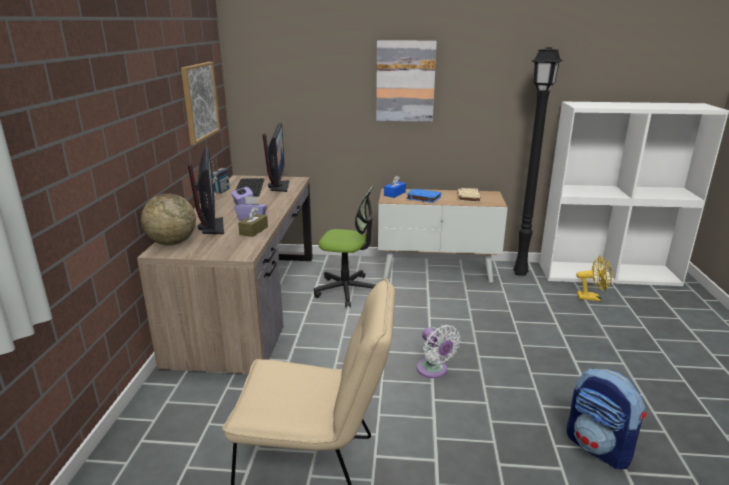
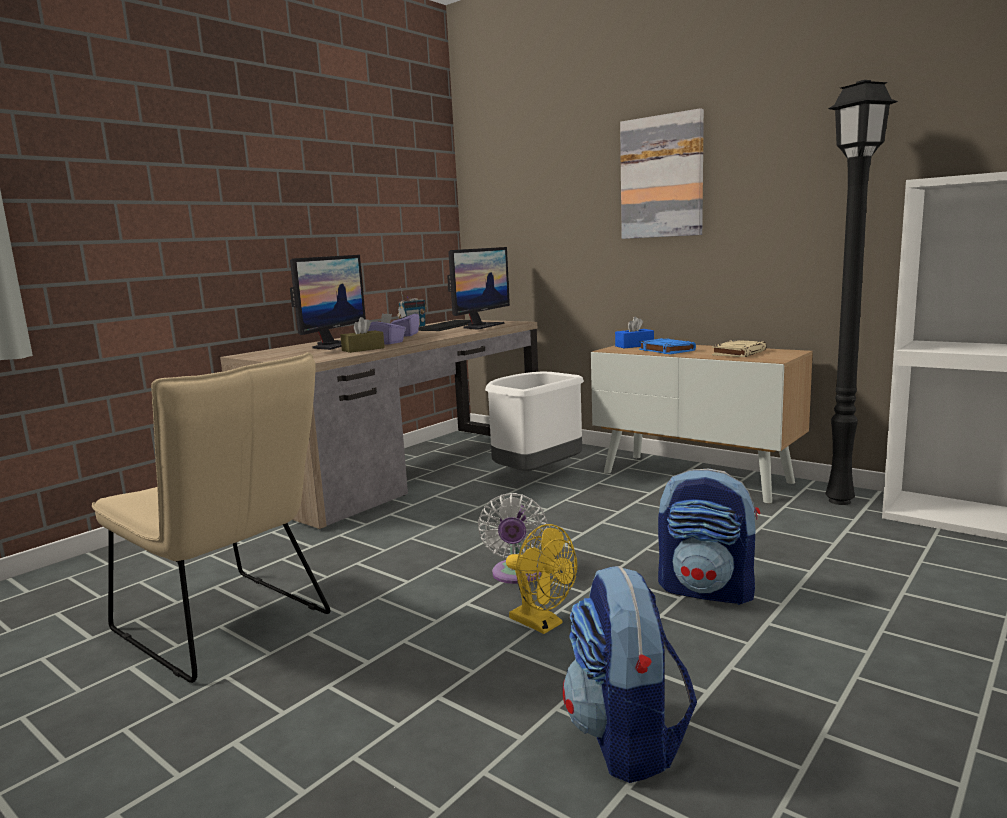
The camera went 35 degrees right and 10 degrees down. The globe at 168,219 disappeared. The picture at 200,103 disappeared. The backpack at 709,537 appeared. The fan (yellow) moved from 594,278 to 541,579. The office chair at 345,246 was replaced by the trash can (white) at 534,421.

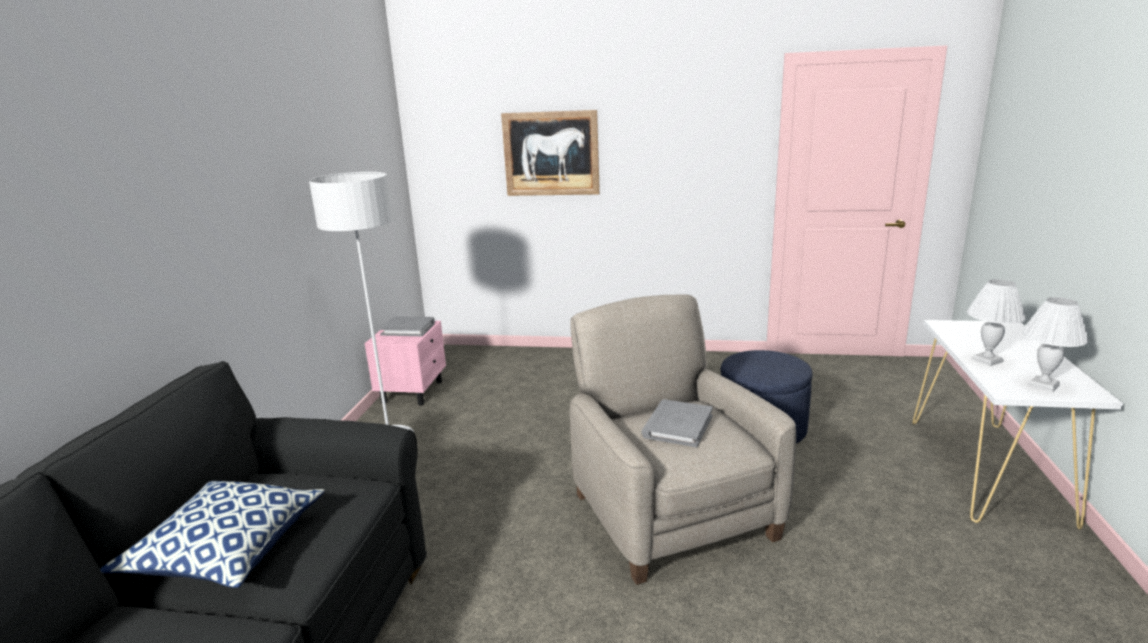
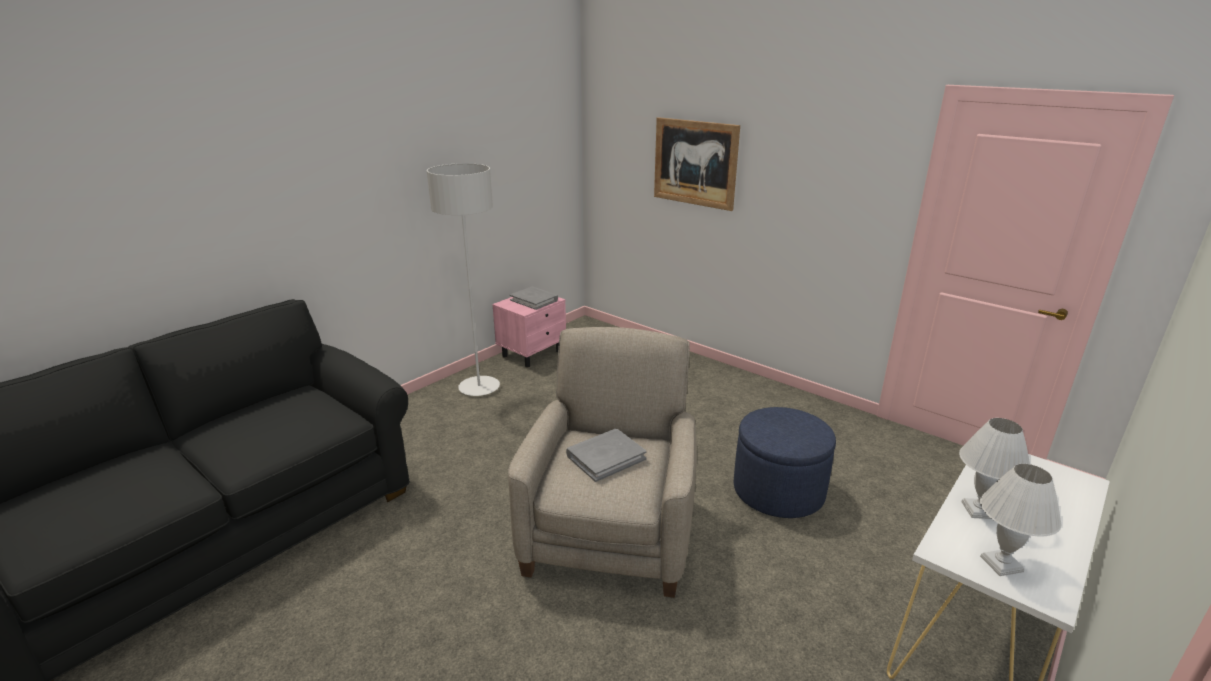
The camera went 30 degrees right and 5 degrees up. The pillow at 212,534 disappeared.

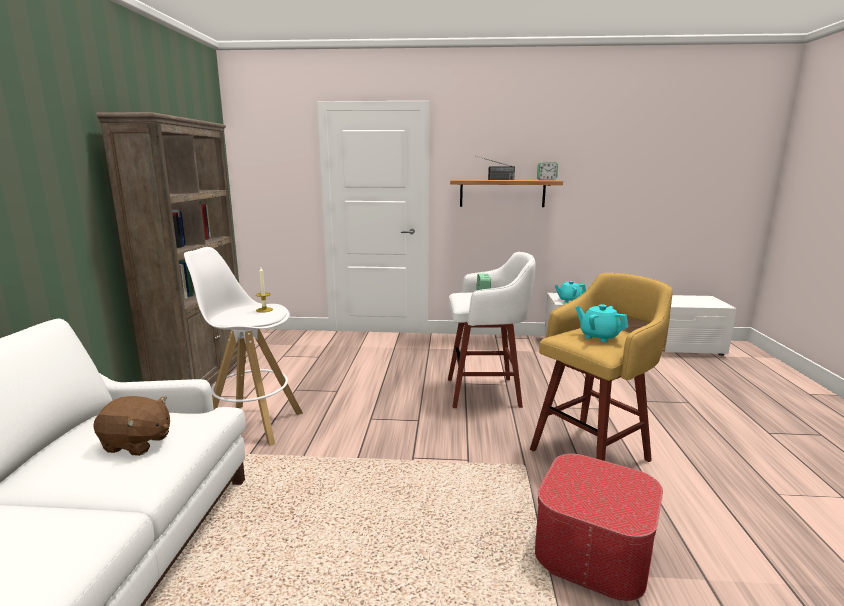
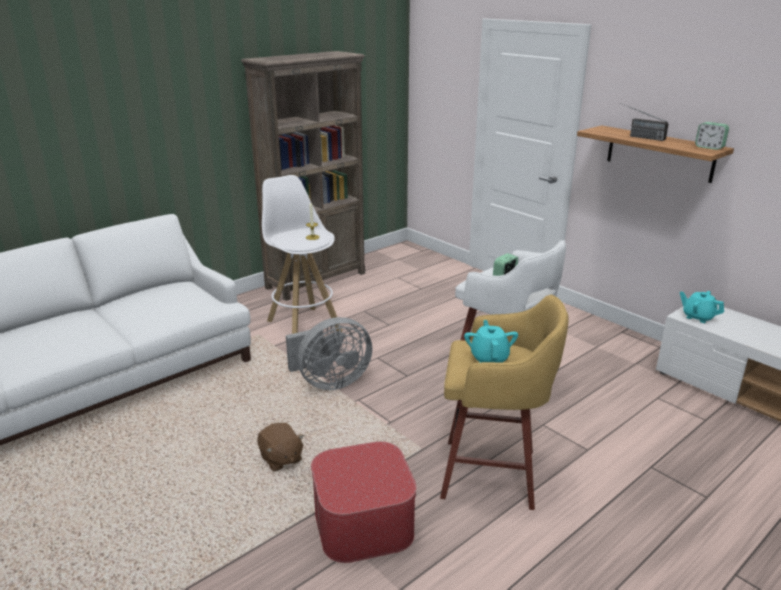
The camera went 45 degrees right and 10 degrees up. The fan (grey) at 329,353 appeared. The plush toy (brown) moved from 131,426 to 280,447.

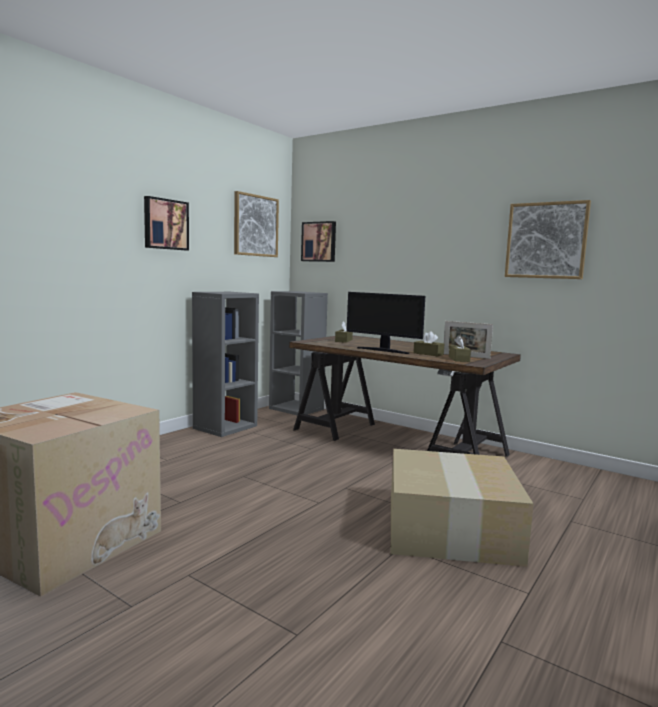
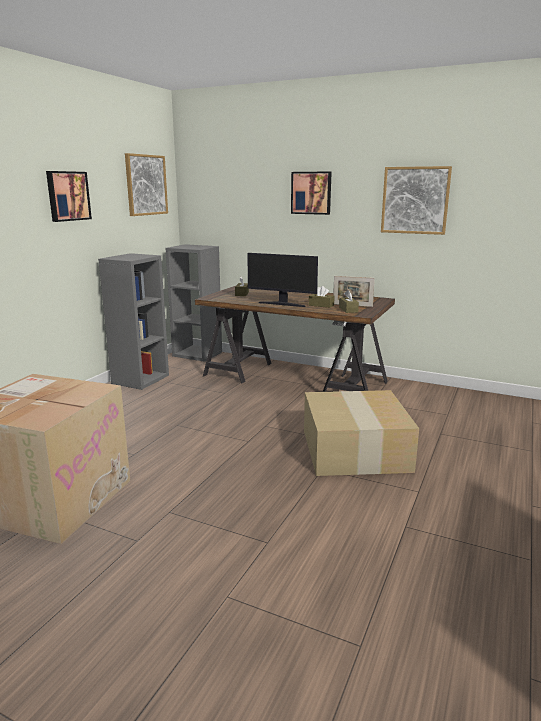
The camera went 10 degrees left and 10 degrees up. The picture moved from 318,241 to 311,193.

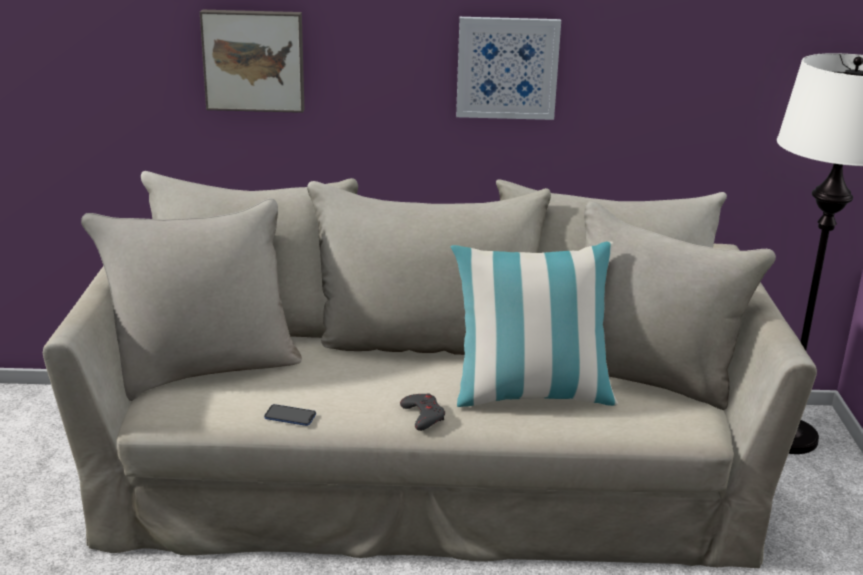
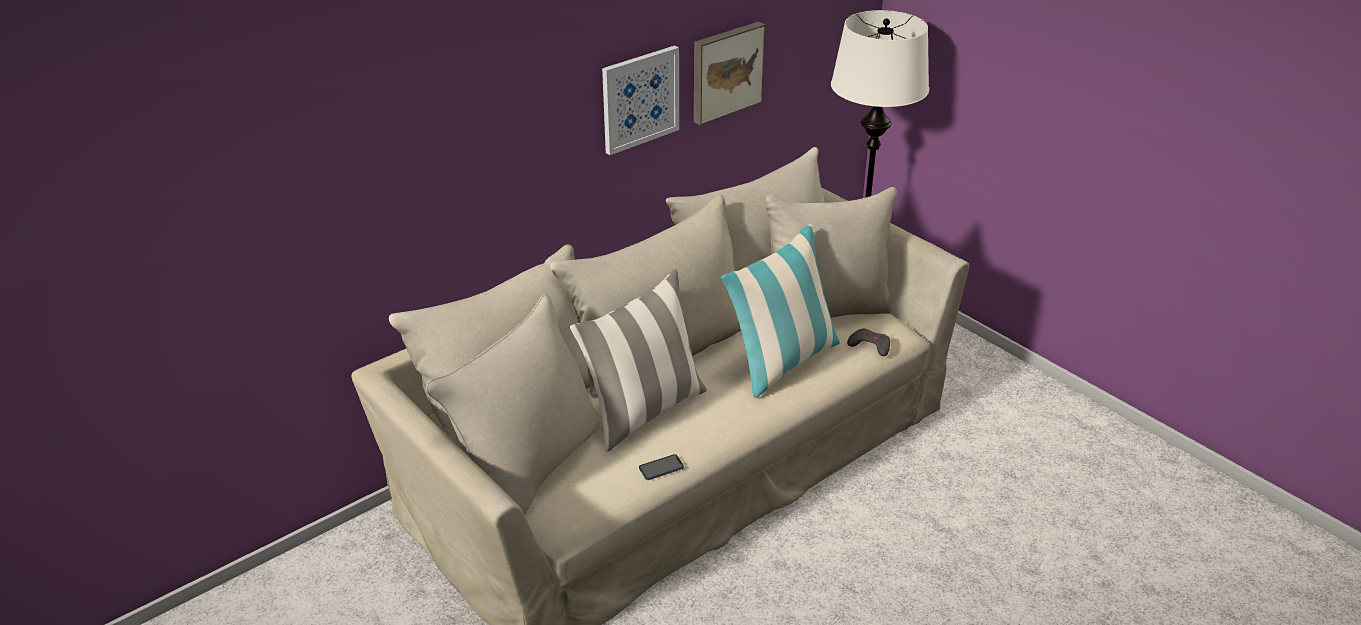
The camera went 40 degrees left and 10 degrees up. The pillow at 638,360 appeared. The picture moved from 252,61 to 730,73. The game controller (grey) moved from 422,412 to 868,342.

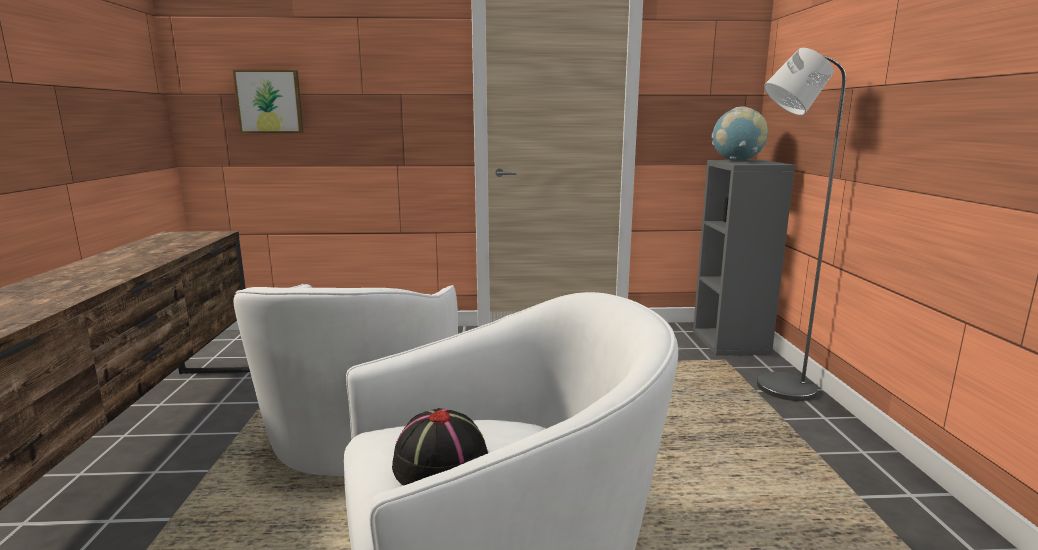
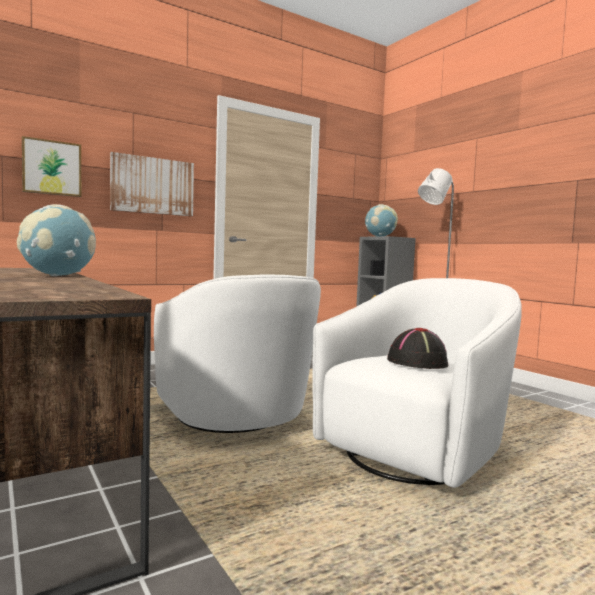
The camera went 30 degrees left and 10 degrees down. The globe at 56,240 appeared. The picture at 152,184 appeared.

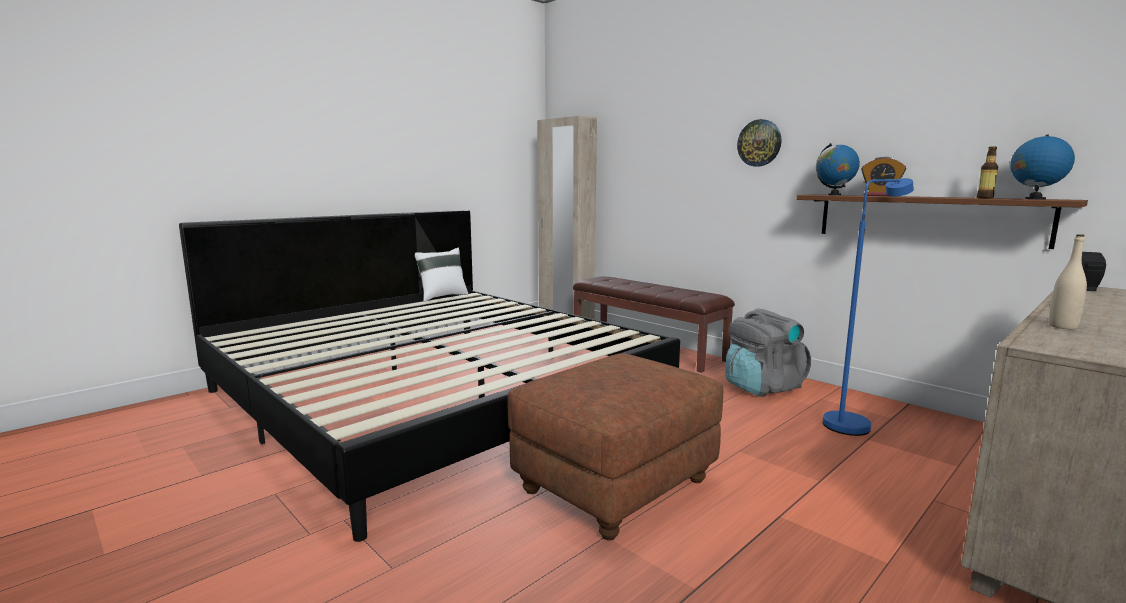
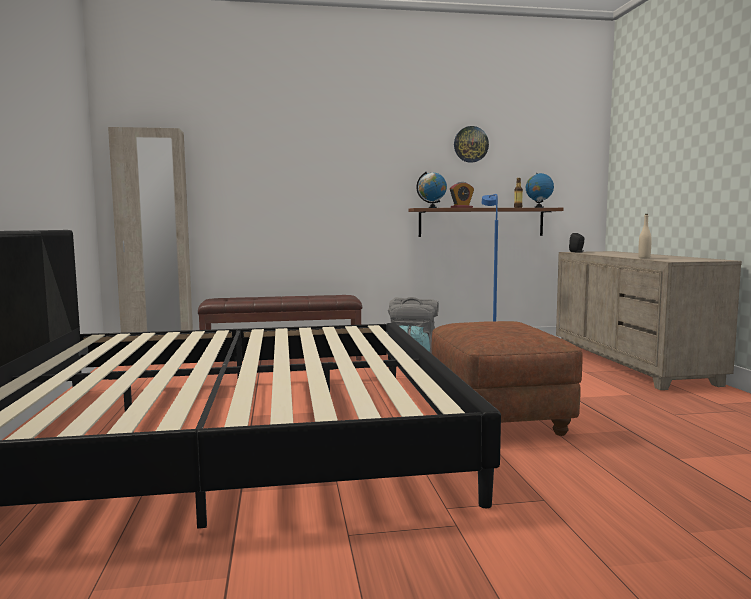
The camera went 55 degrees left and 5 degrees down. The pillow (white) at 442,275 disappeared. The wall clock moved from 759,143 to 471,144.

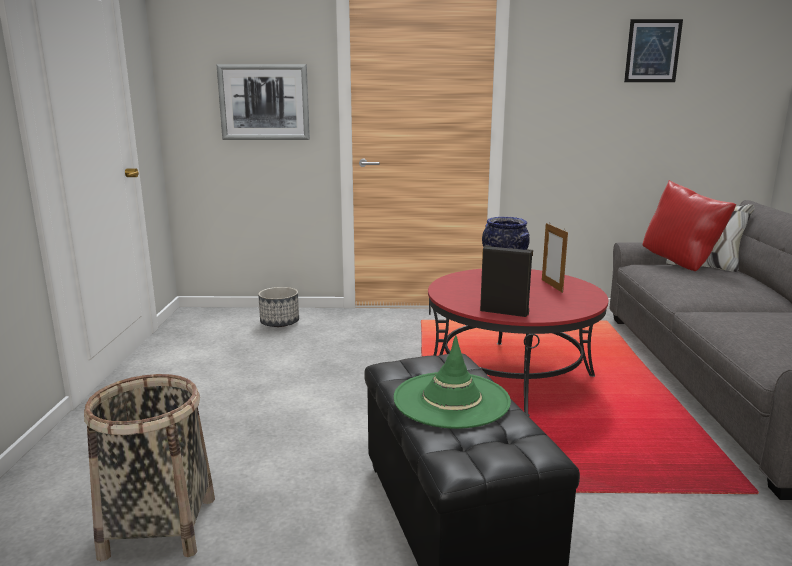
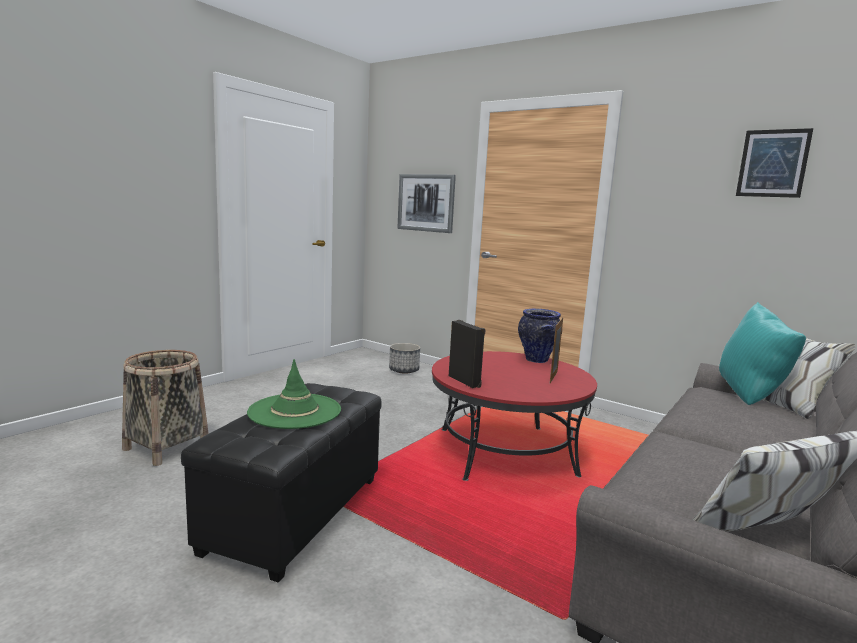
The camera went 35 degrees right and 5 degrees down. The pillow (red) at 689,225 became the pillow (turquoise) at 762,353.

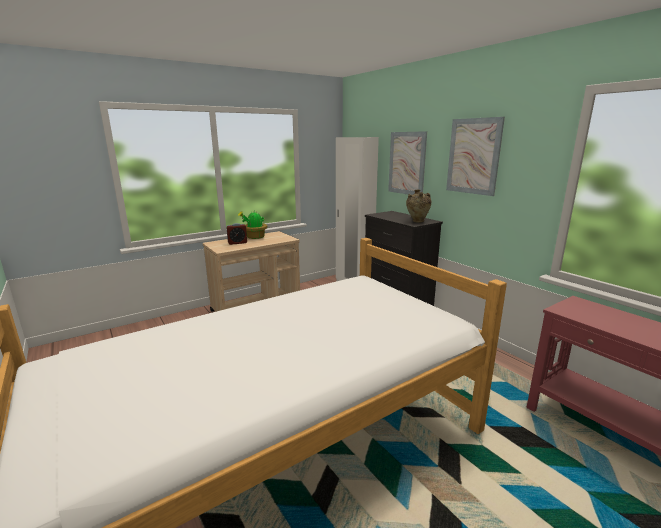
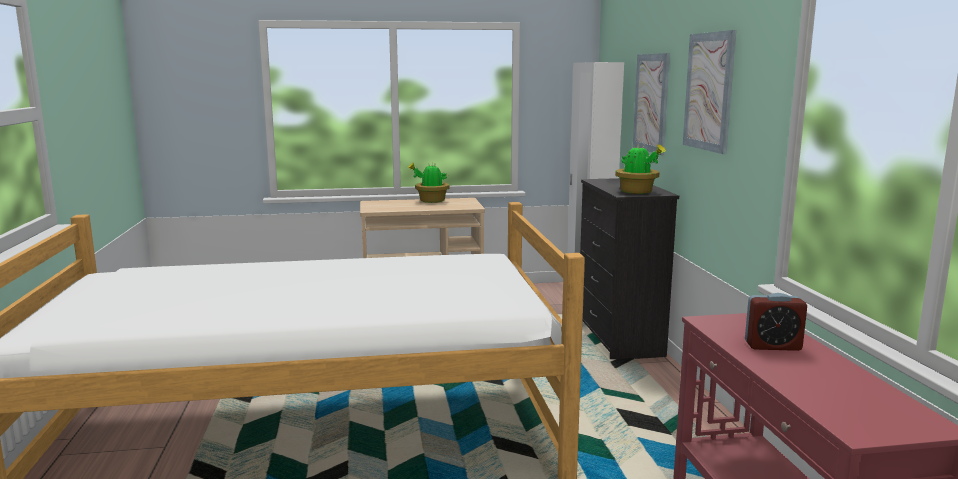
The camera went 25 degrees right and 5 degrees down. The alarm clock moved from 236,234 to 776,322. The vase (beige) at 418,206 was replaced by the potted plant at 640,169.

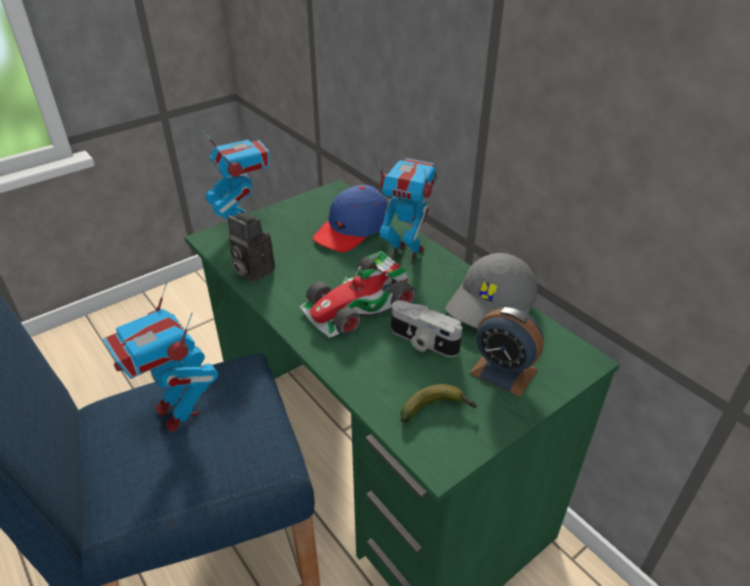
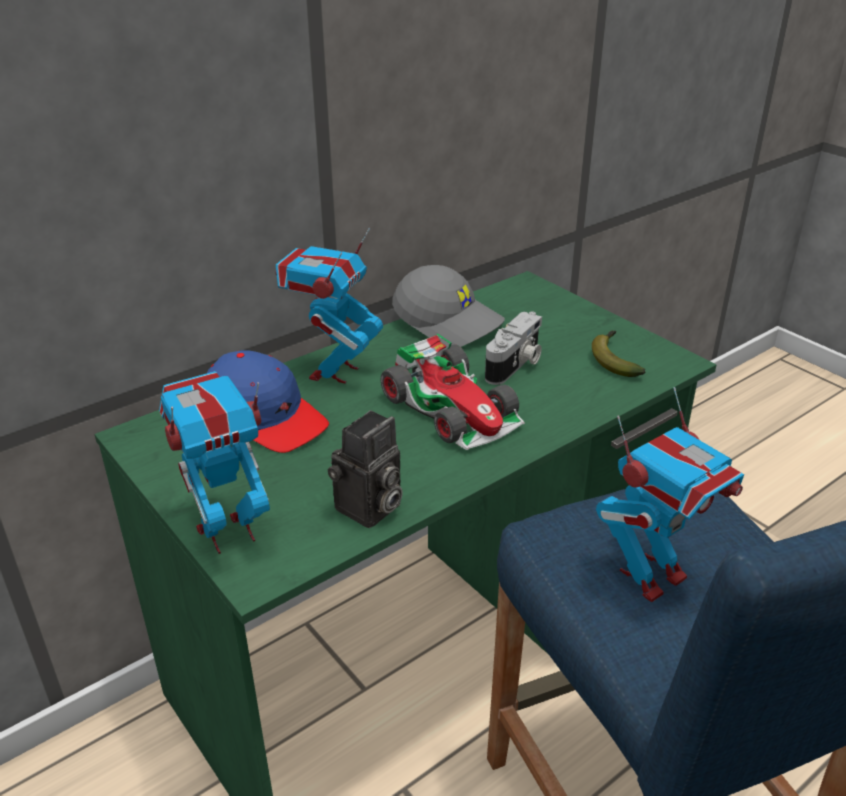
The camera went 90 degrees left and 5 degrees down. The alarm clock at 506,352 disappeared.

